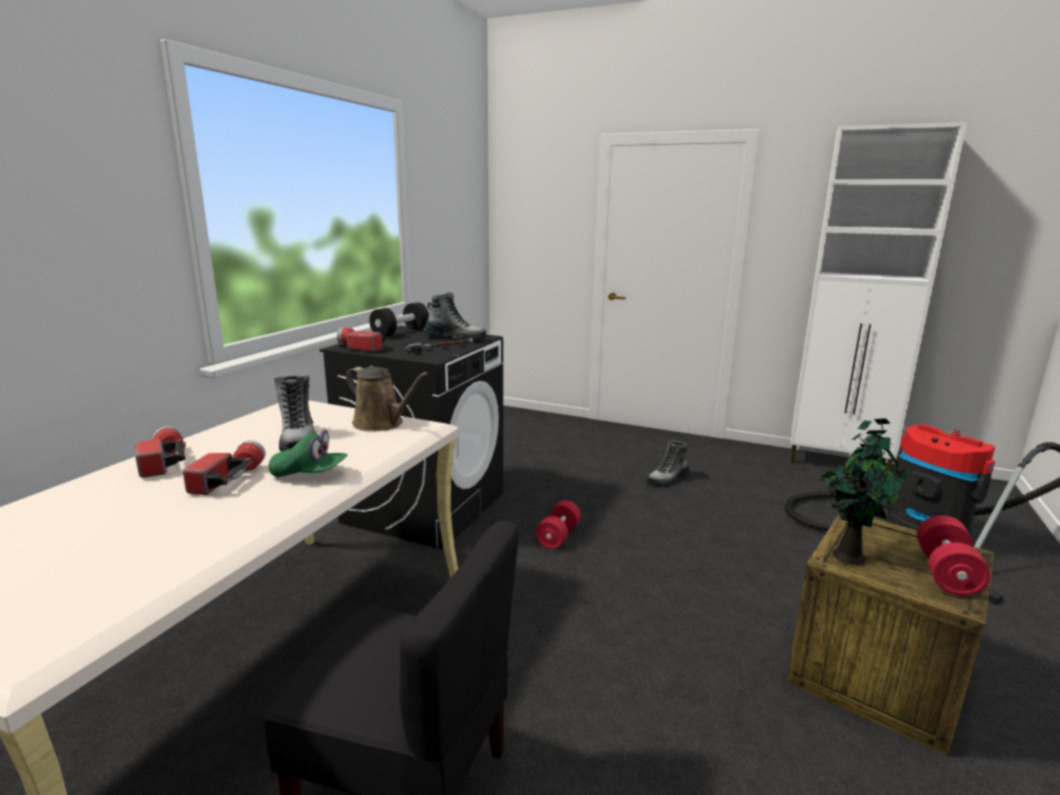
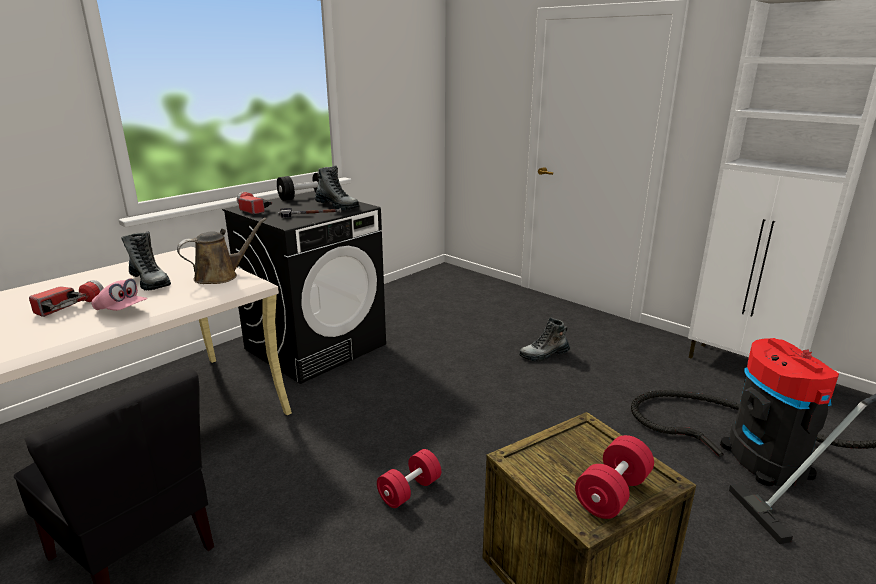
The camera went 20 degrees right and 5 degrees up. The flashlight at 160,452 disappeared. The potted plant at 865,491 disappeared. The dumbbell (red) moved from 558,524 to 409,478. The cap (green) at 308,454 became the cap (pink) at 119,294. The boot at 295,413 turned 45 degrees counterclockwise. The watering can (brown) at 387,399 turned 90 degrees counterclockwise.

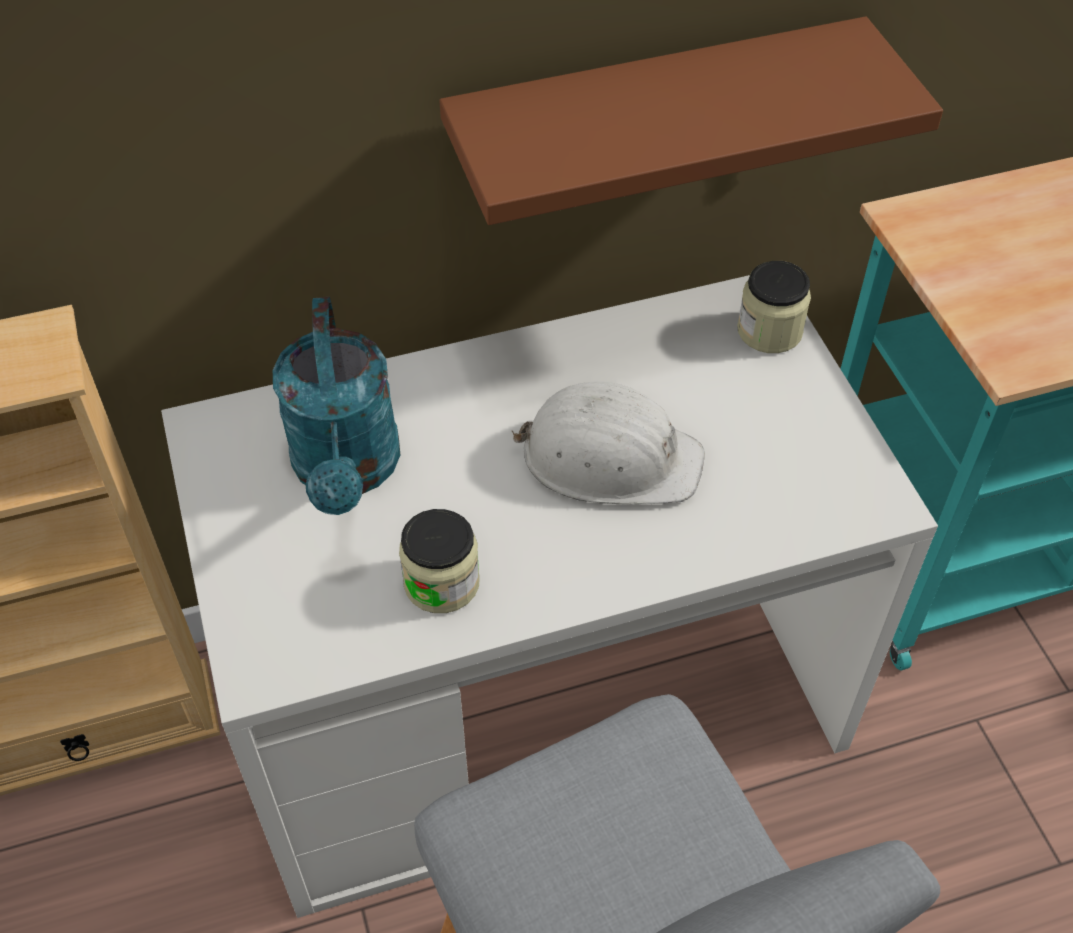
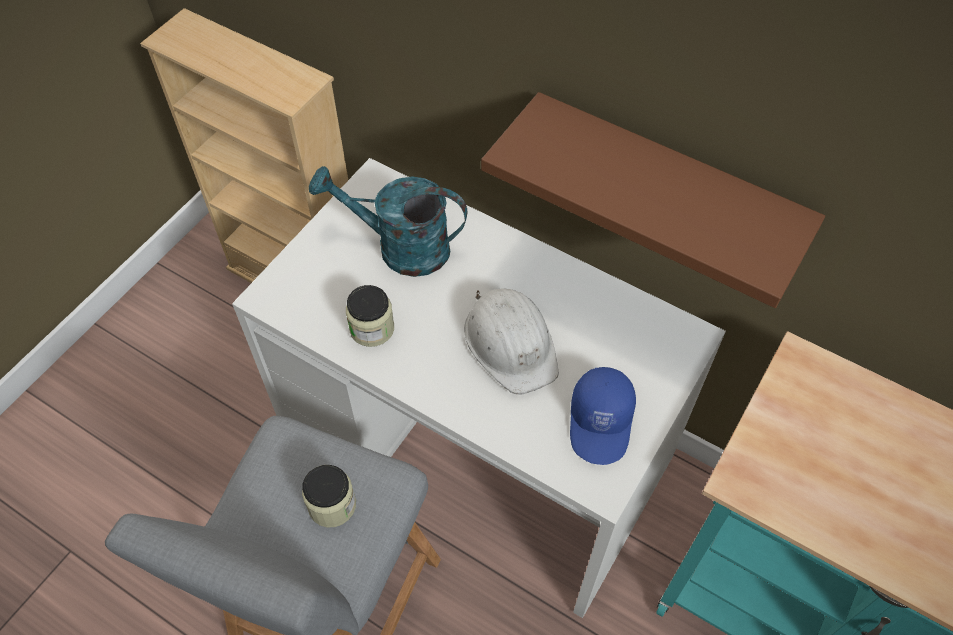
The camera went 50 degrees right and 5 degrees up. The cap (blue) at 603,416 appeared. The jar moved from 774,307 to 329,496. The watering can (turquoise) at 336,406 turned 60 degrees clockwise.

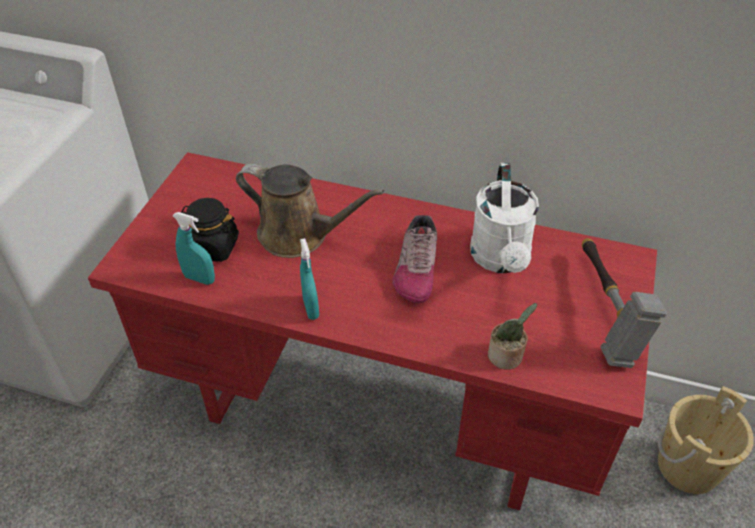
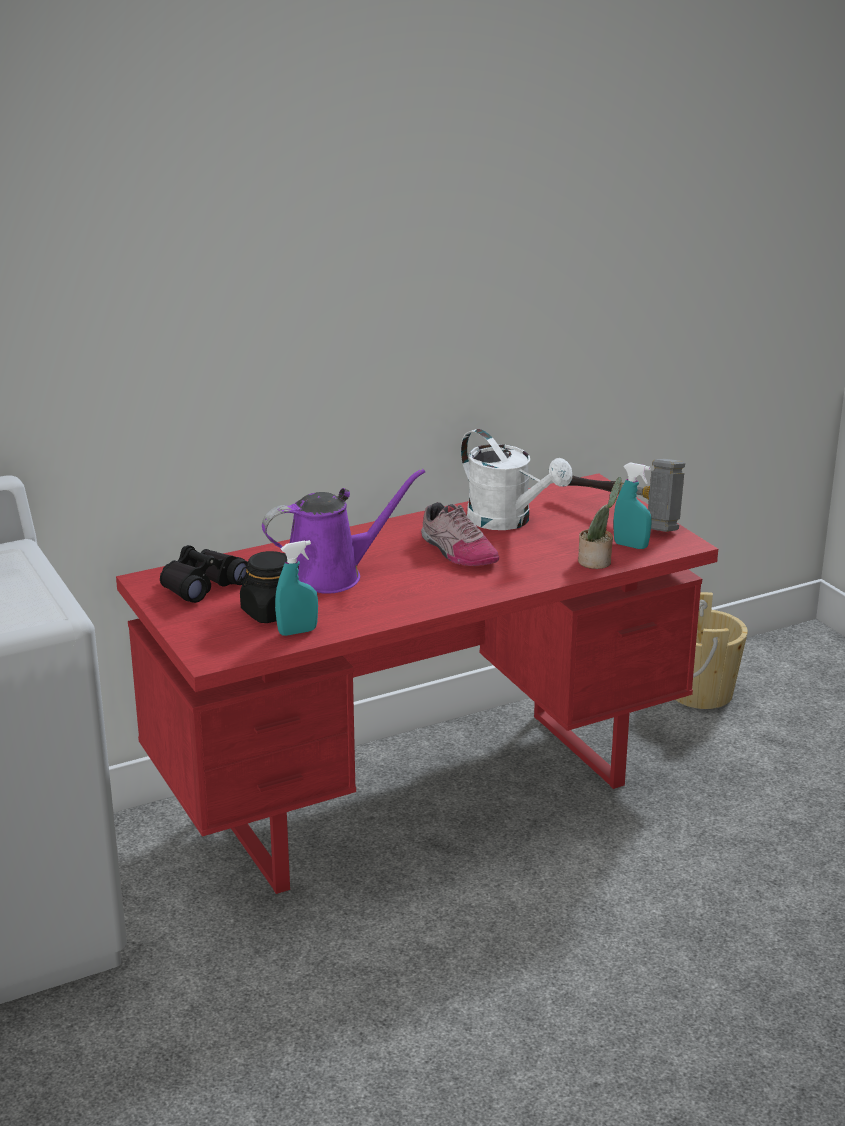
The camera went 45 degrees left and 20 degrees down. The binoculars (black) at 204,574 appeared. The spray bottle (turquoise) moved from 309,279 to 633,505. The watering can (brown) at 310,211 became the watering can (purple) at 343,531.

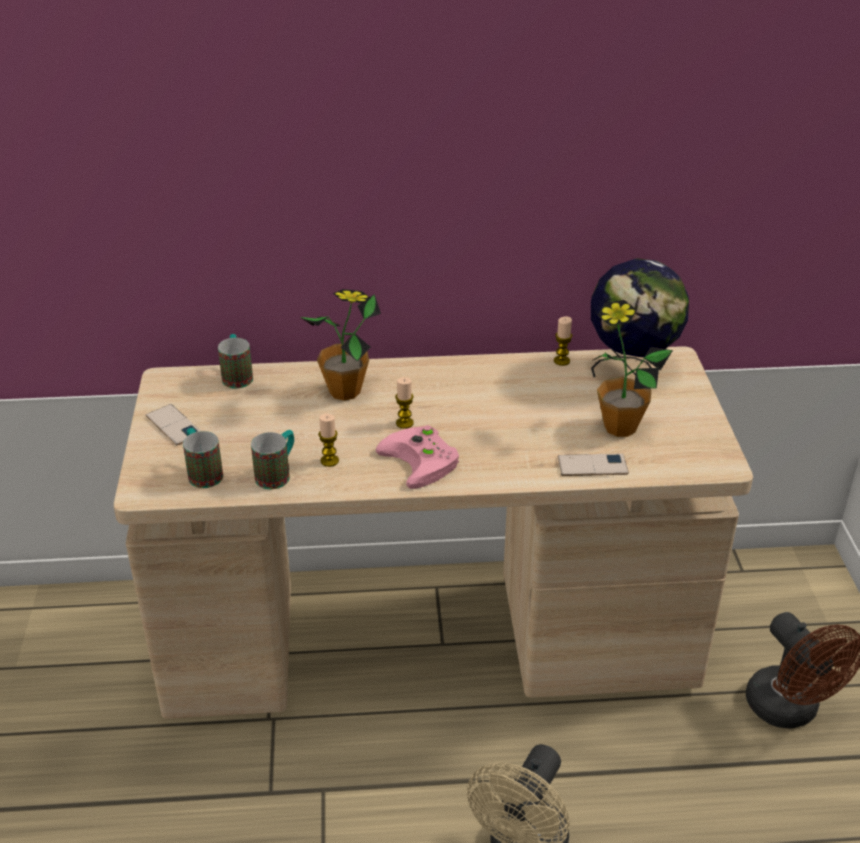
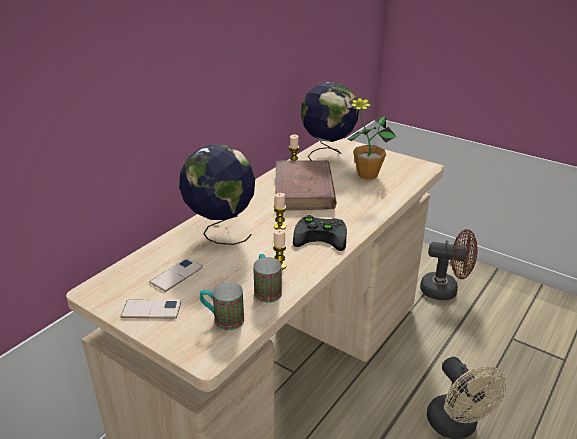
The camera went 50 degrees left and 5 degrees down. The mug at 235,361 disappeared. The book (brown) at 306,185 appeared. The phone moved from 593,465 to 176,275. The potted plant at 340,345 was replaced by the globe at 217,194. The game controller (pink) at 417,457 became the game controller (black) at 320,233.

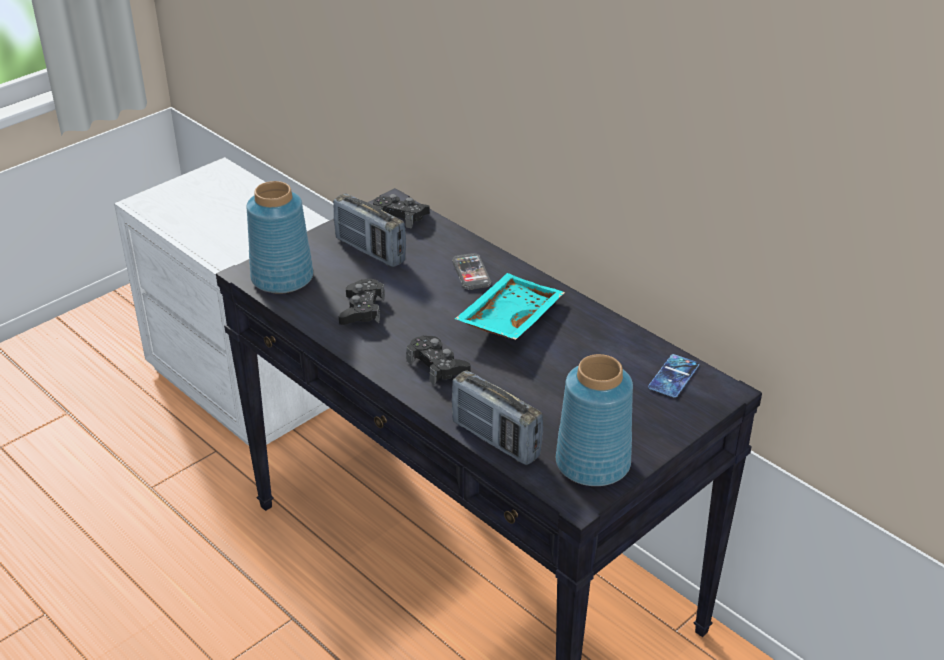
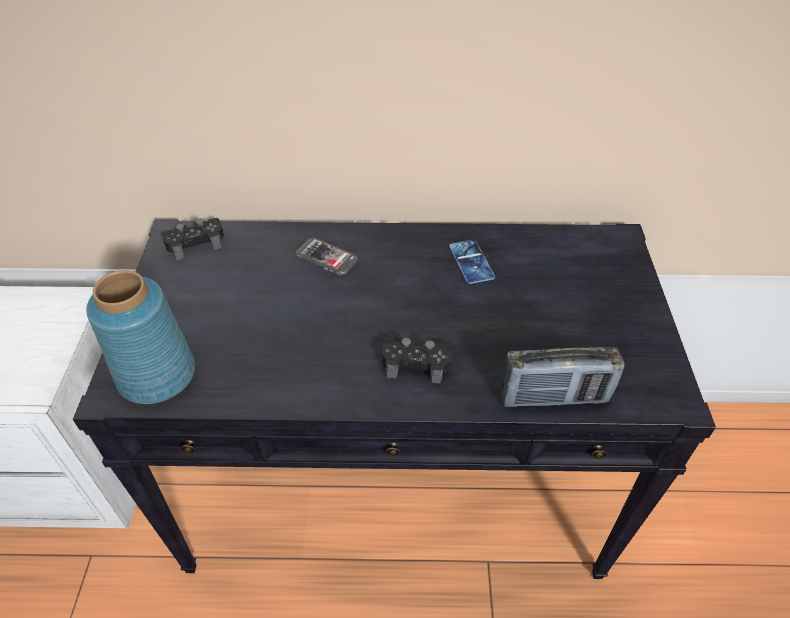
The camera went 45 degrees left and 10 degrees up. The radio at 369,230 disappeared. The game controller (black) at 362,302 disappeared. The tray (turquoise) at 510,306 disappeared. The vase (blue) at 594,420 disappeared. The phone moved from 673,376 to 472,262.

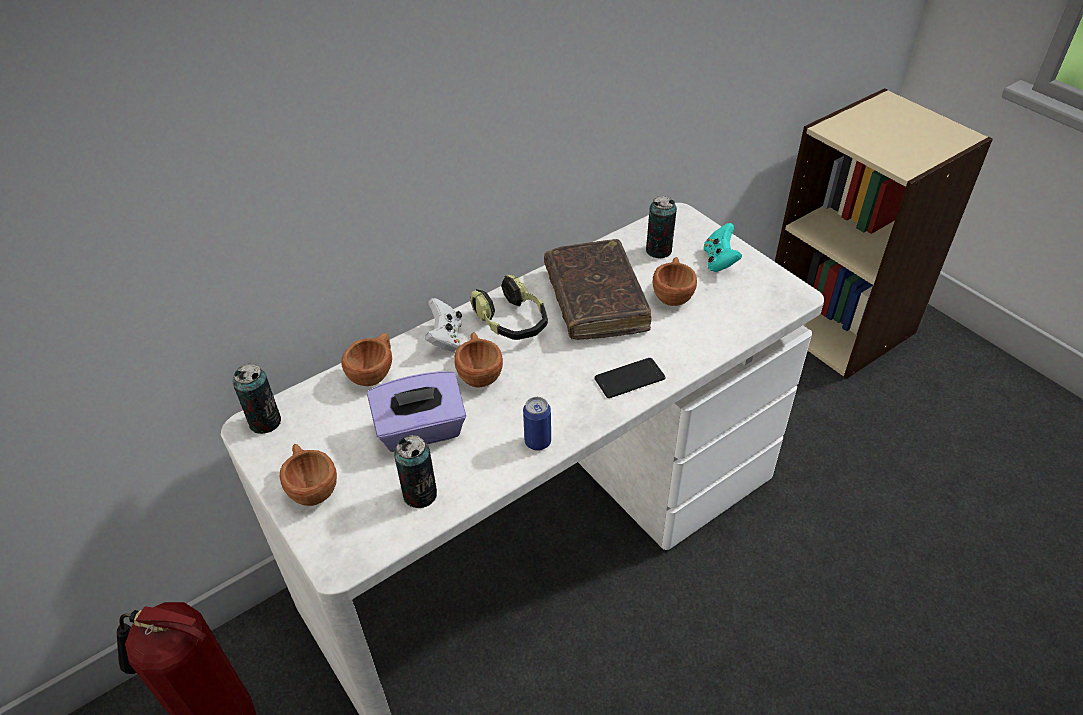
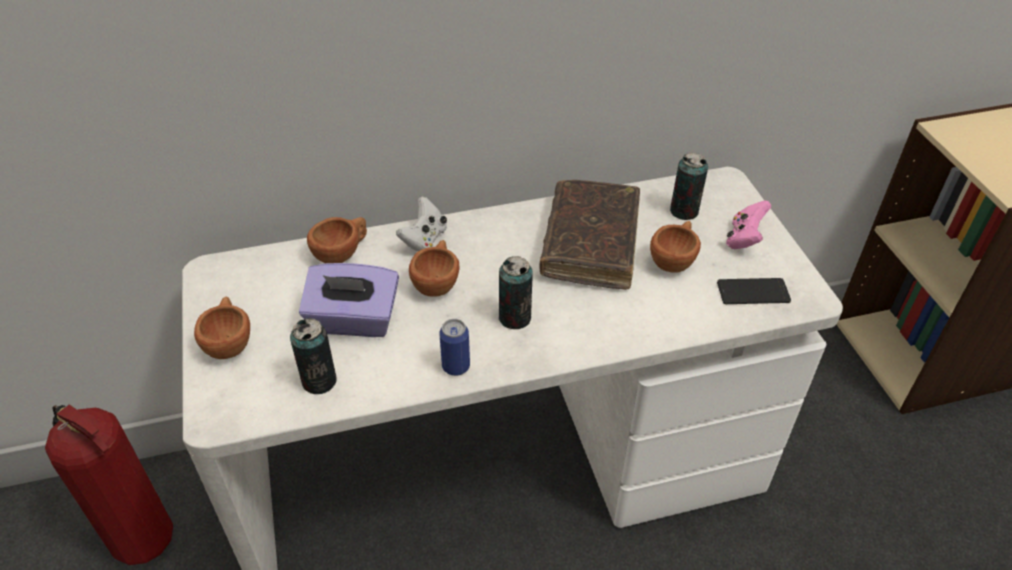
The camera went 20 degrees right and 0 degrees up. The headphones at 509,307 disappeared. The can moved from 257,399 to 516,292. The phone moved from 629,378 to 754,291. The game controller (turquoise) at 723,247 became the game controller (pink) at 748,224.

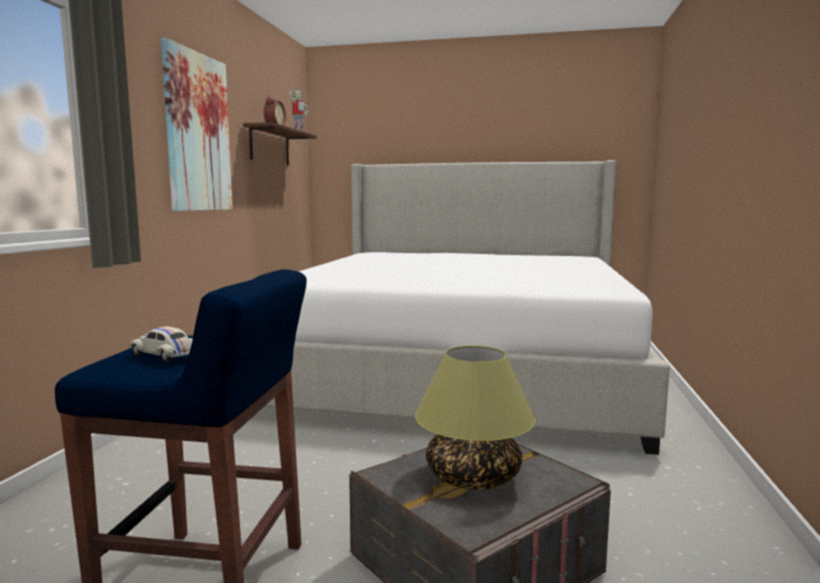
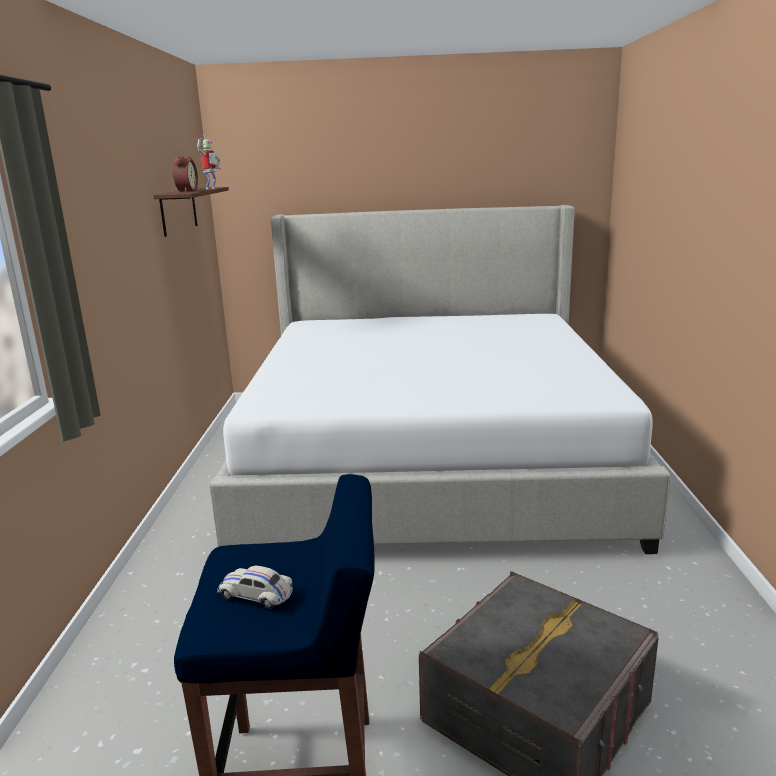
The camera went 10 degrees left and 10 degrees up. The picture at 197,124 disappeared. The table lamp at 475,417 disappeared.

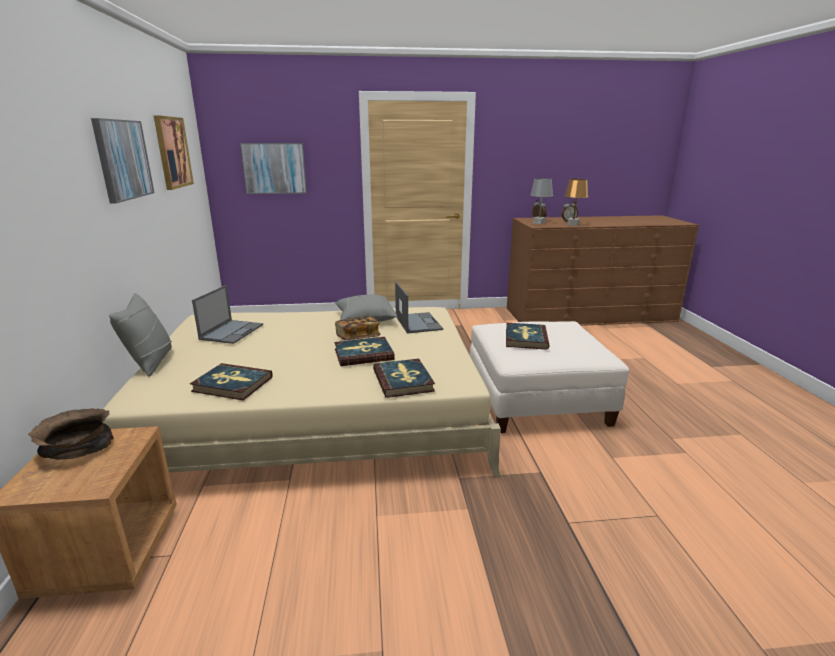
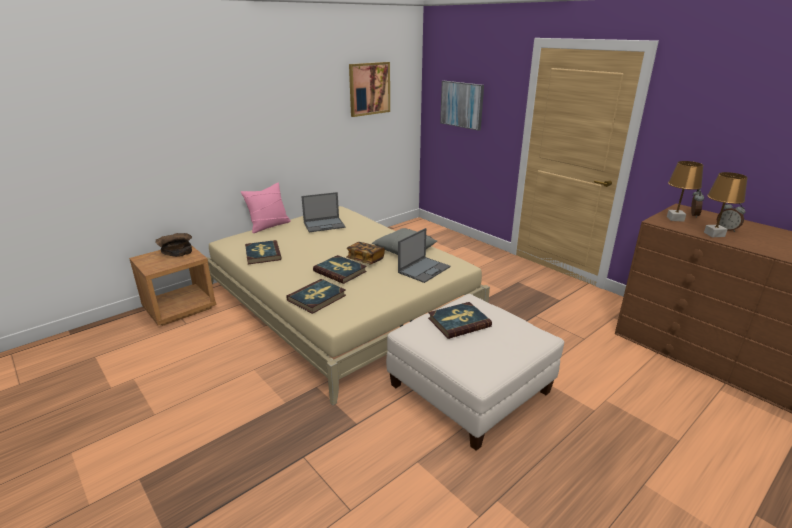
The camera went 55 degrees right and 5 degrees up. The picture at 122,160 disappeared. The pillow (grey) at 140,335 became the pillow (pink) at 266,208. The table lamp (grey) at 541,201 became the table lamp (brown) at 685,191.

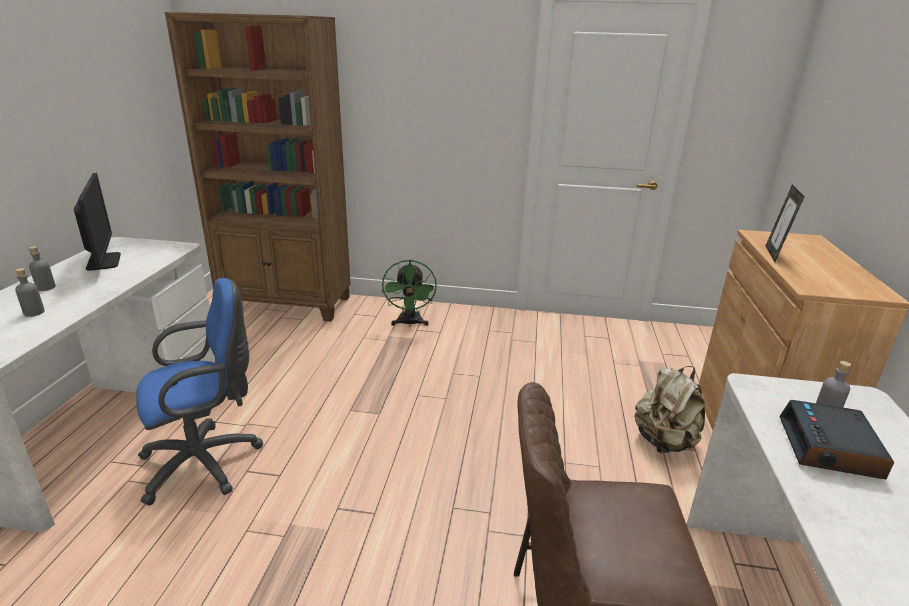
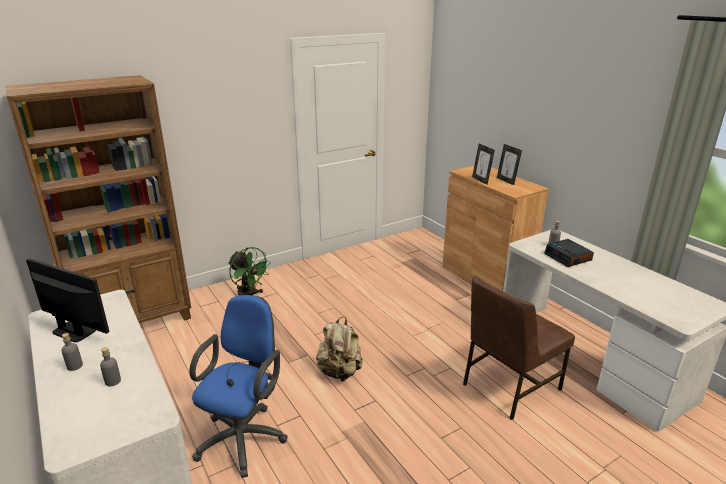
The camera went 40 degrees left and 0 degrees up. The picture frame at 509,164 appeared. The backpack (beige) moved from 669,409 to 339,349.

